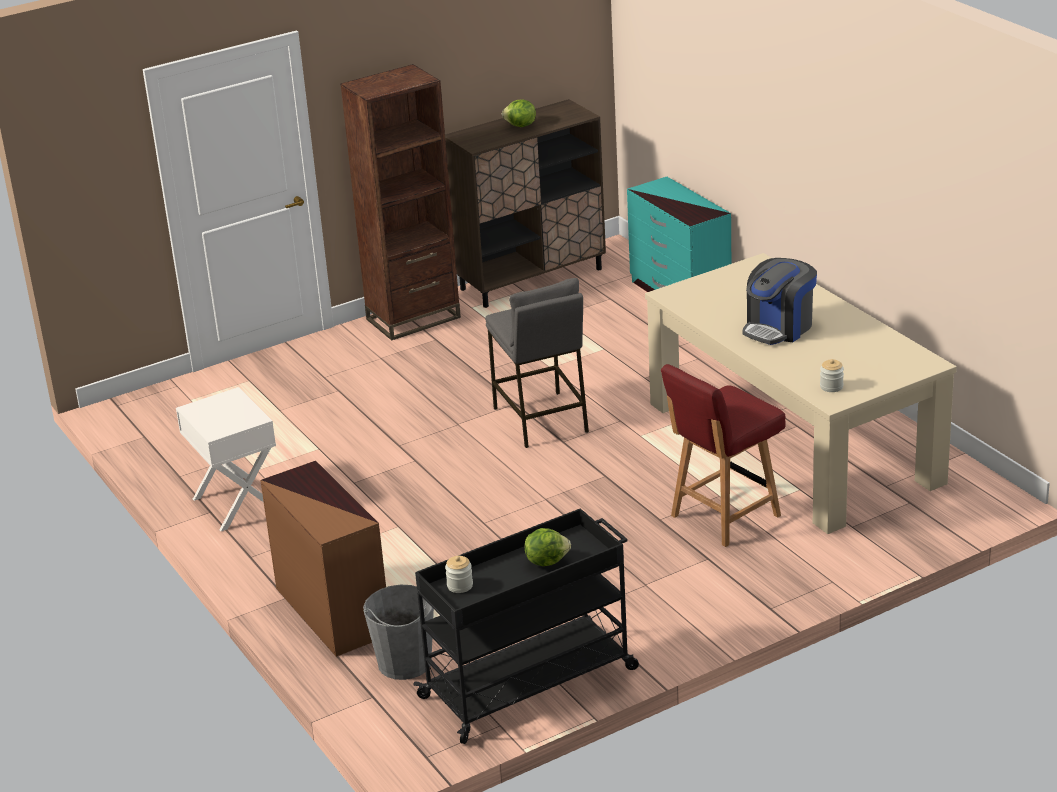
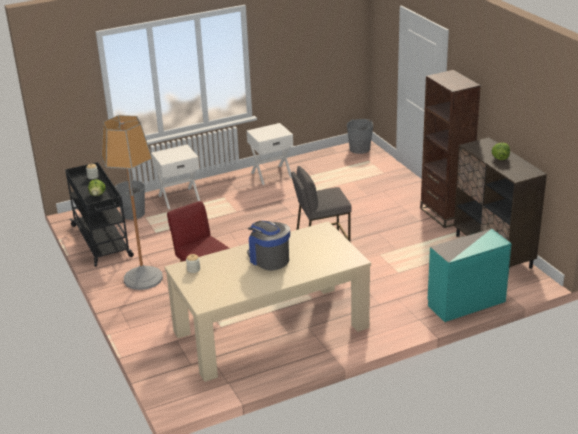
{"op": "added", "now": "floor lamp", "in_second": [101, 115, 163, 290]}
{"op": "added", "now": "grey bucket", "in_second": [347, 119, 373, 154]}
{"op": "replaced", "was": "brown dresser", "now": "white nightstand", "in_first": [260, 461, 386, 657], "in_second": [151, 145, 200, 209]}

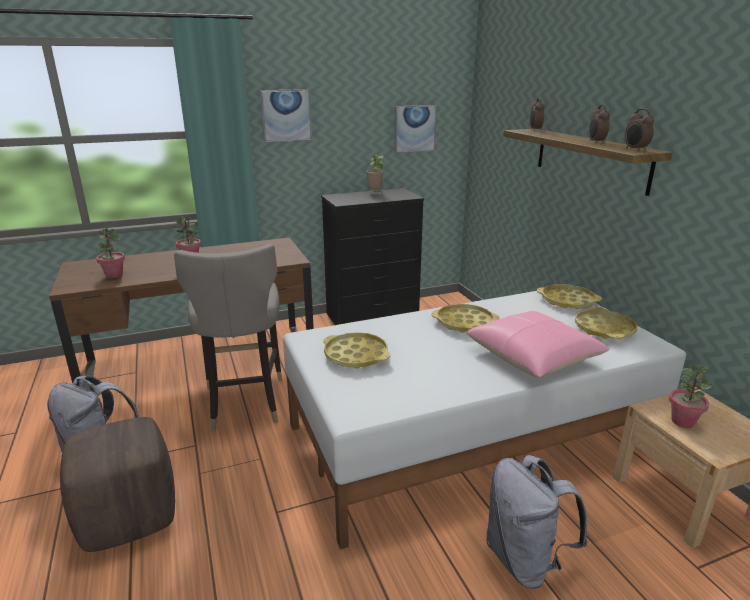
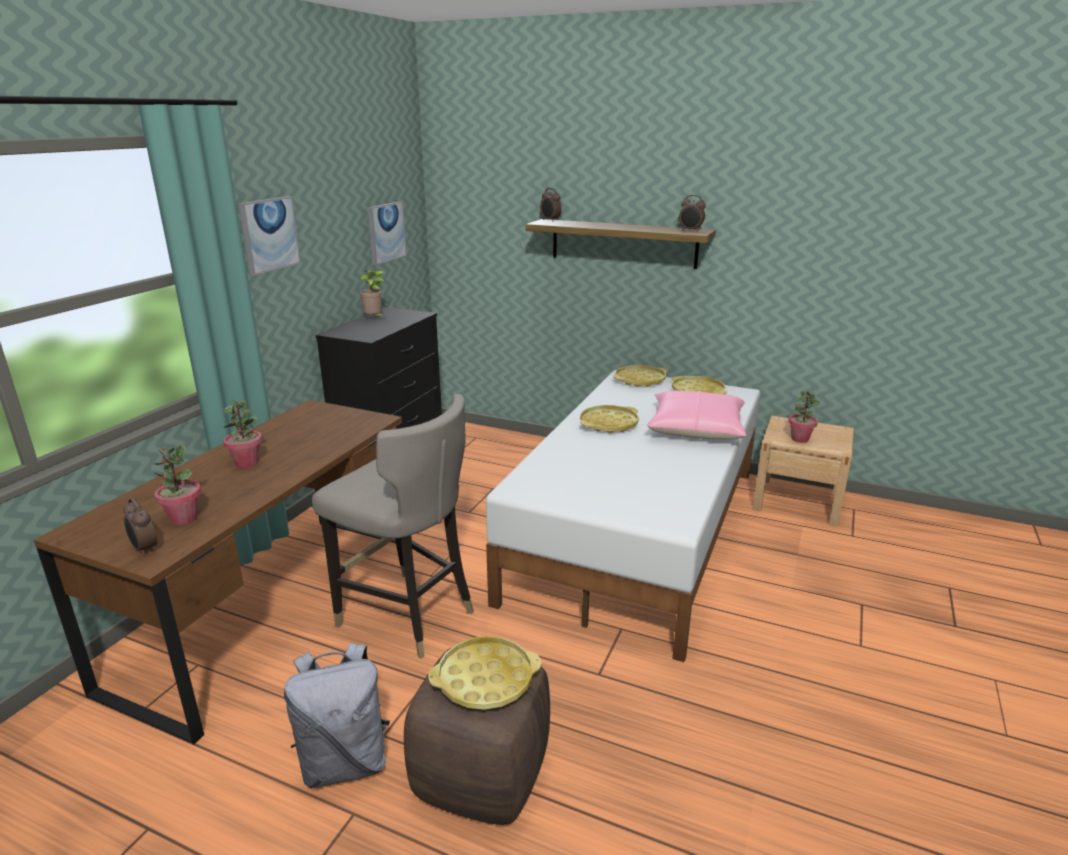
{"op": "removed", "was": "grey backpack", "in_first": [486, 455, 588, 589]}
{"op": "moved", "was": "yellow tray", "in_first": [323, 332, 390, 369], "in_second": [428, 636, 542, 710]}
{"op": "moved", "was": "alarm clock", "in_first": [589, 105, 610, 143], "in_second": [123, 498, 157, 556]}

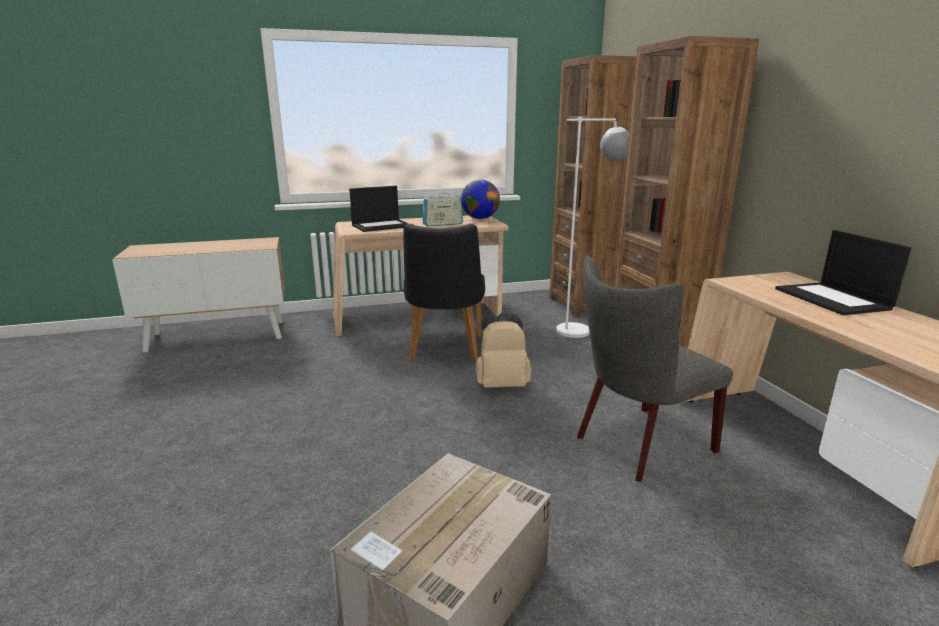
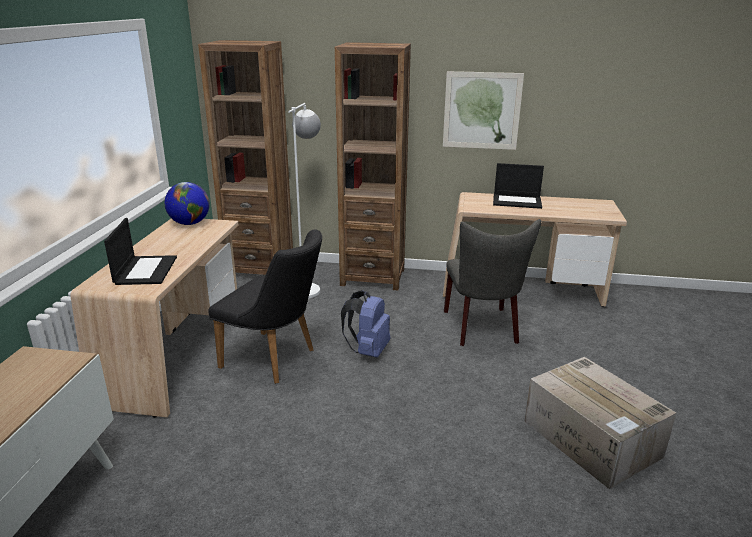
{"op": "removed", "was": "radio", "in_first": [422, 191, 463, 227]}
{"op": "added", "now": "picture", "in_second": [443, 71, 524, 150]}
{"op": "recoloured", "was": "beige backpack", "now": "blue backpack", "in_first": [476, 313, 531, 388], "in_second": [341, 290, 390, 358]}

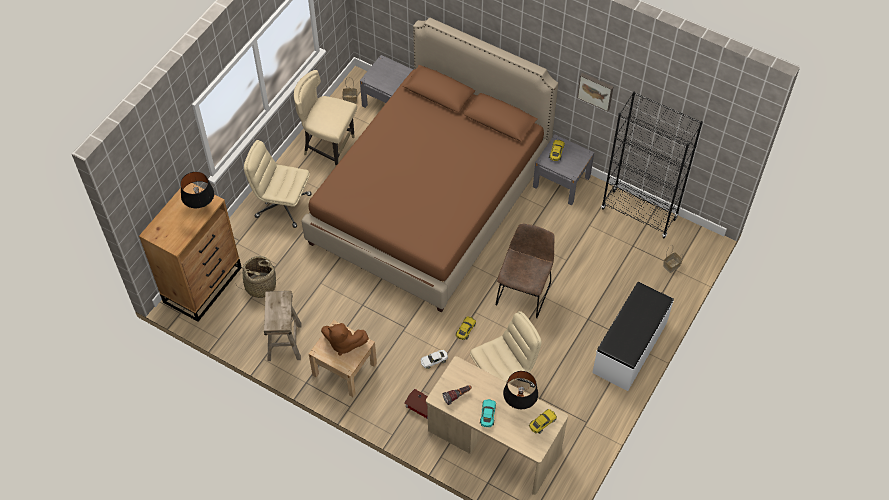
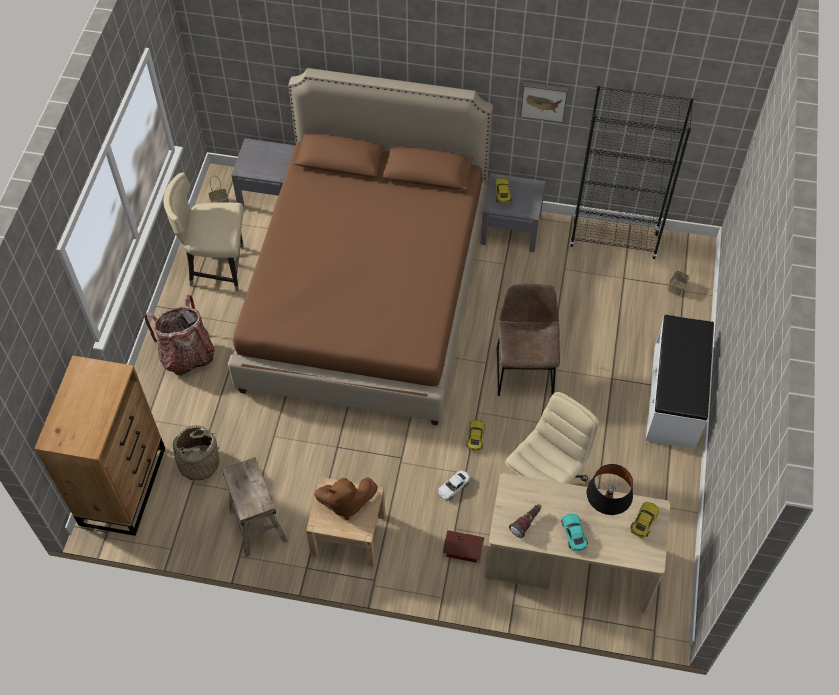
{"op": "removed", "was": "black table lamp", "in_first": [180, 172, 214, 208]}
{"op": "replaced", "was": "beige office chair", "now": "backpack", "in_first": [244, 140, 311, 228], "in_second": [144, 295, 215, 376]}

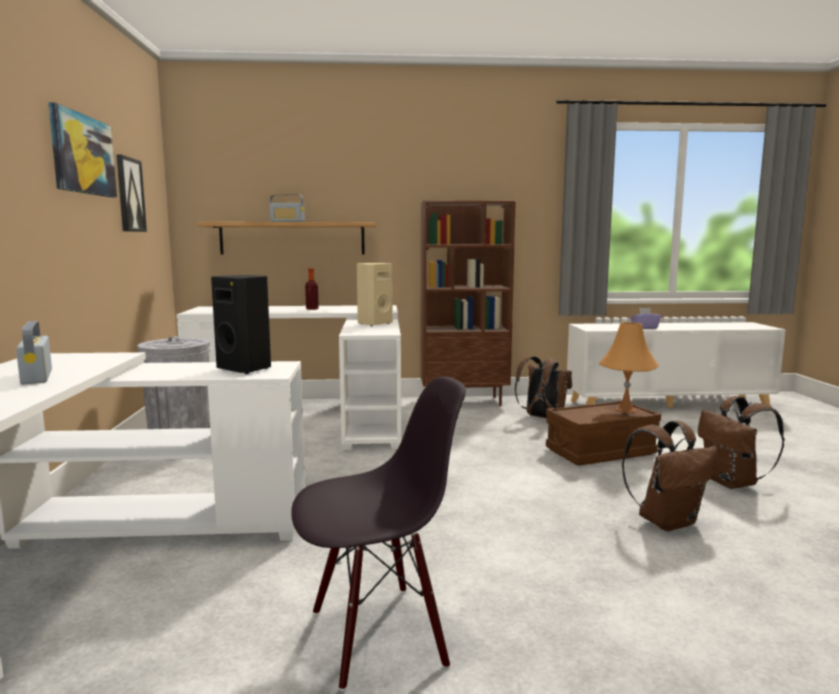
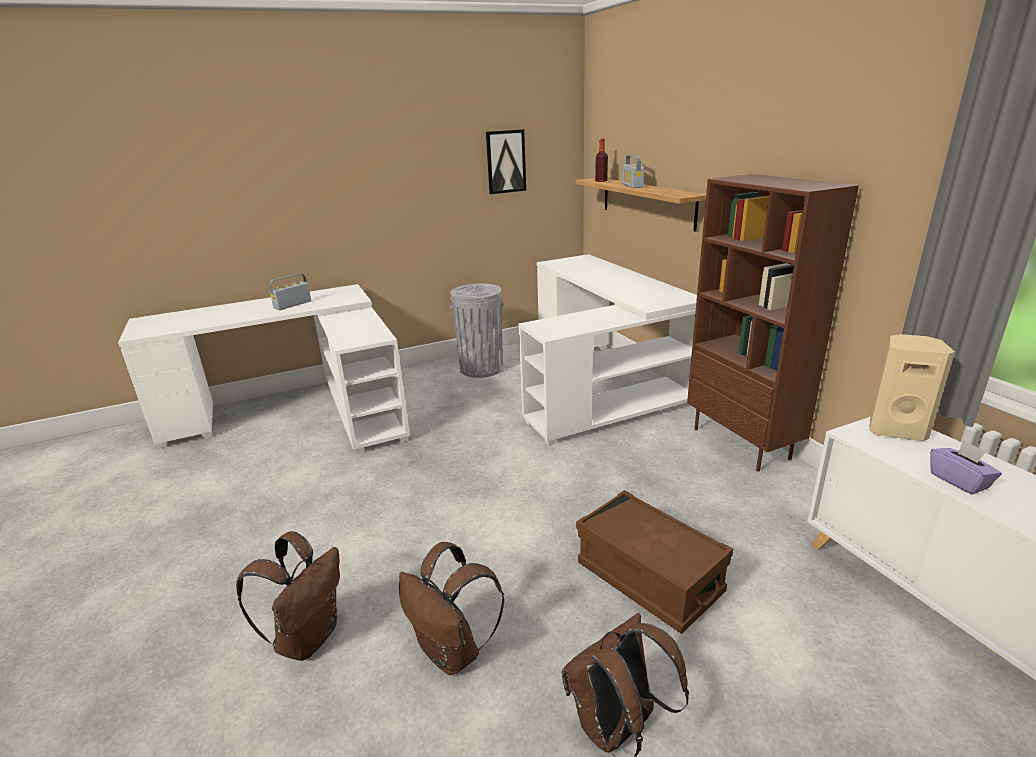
{"op": "removed", "was": "picture", "in_first": [48, 102, 117, 198]}
{"op": "removed", "was": "black speaker", "in_first": [211, 275, 271, 374]}
{"op": "removed", "was": "black chair", "in_first": [291, 376, 466, 691]}
{"op": "removed", "was": "orange table lamp", "in_first": [599, 322, 659, 413]}
{"op": "moved", "was": "bottle", "in_first": [305, 268, 319, 310], "in_second": [595, 139, 608, 182]}
{"op": "moved", "was": "beige speaker", "in_first": [357, 263, 393, 326], "in_second": [869, 334, 955, 441]}
{"op": "moved", "was": "brown backpack", "in_first": [515, 356, 572, 419], "in_second": [236, 531, 340, 661]}

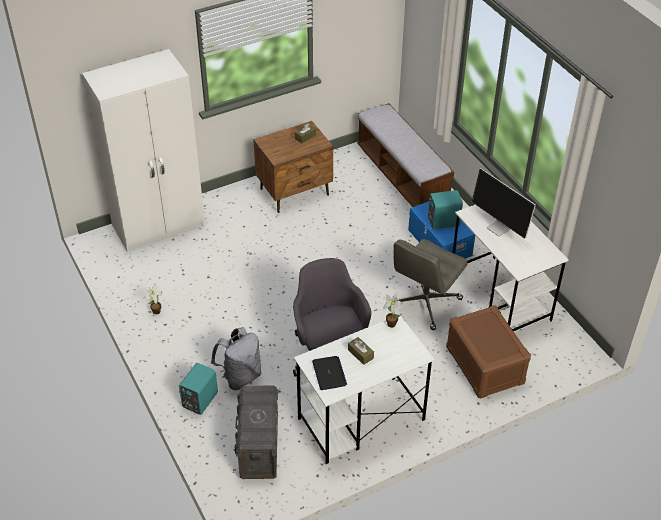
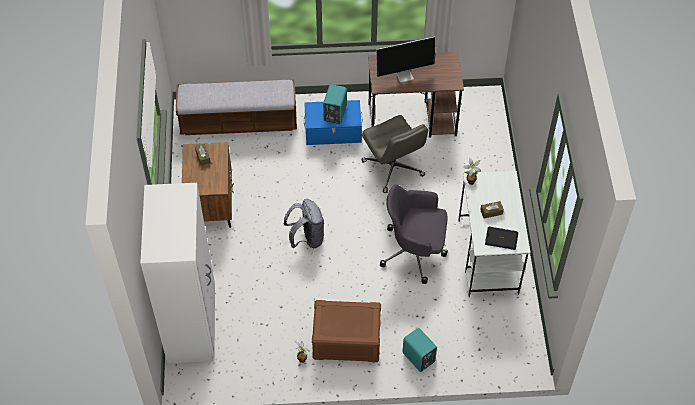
{"op": "removed", "was": "grey storage box", "in_first": [234, 386, 278, 479]}
{"op": "moved", "was": "grey backpack", "in_first": [211, 327, 262, 390], "in_second": [283, 199, 324, 248]}
{"op": "moved", "was": "brown storage box", "in_first": [446, 305, 531, 398], "in_second": [312, 300, 381, 362]}
{"op": "recoloured", "was": "white desk", "now": "brown desk", "in_first": [453, 205, 569, 332], "in_second": [368, 52, 464, 138]}

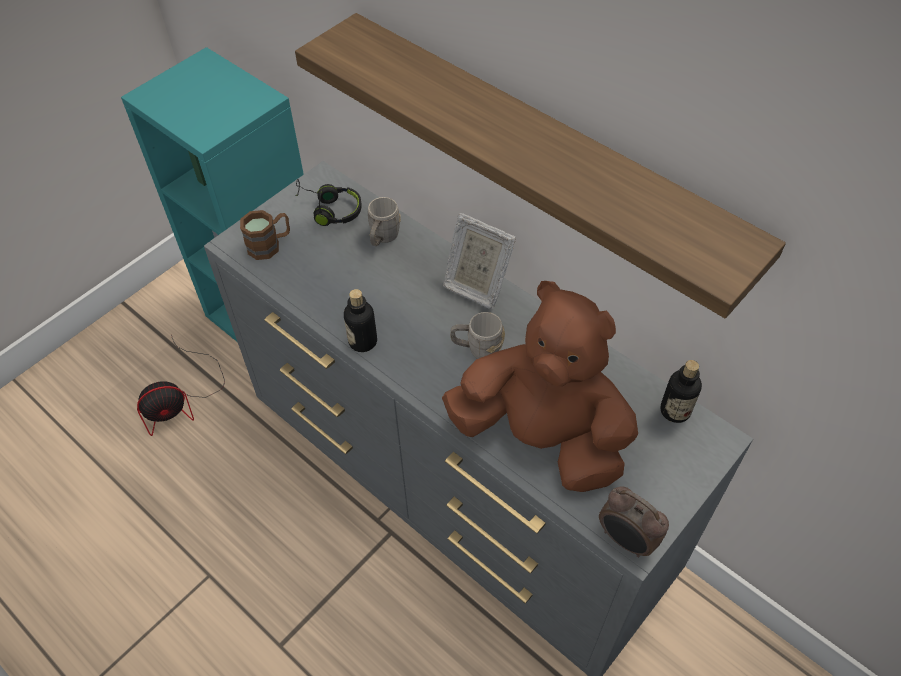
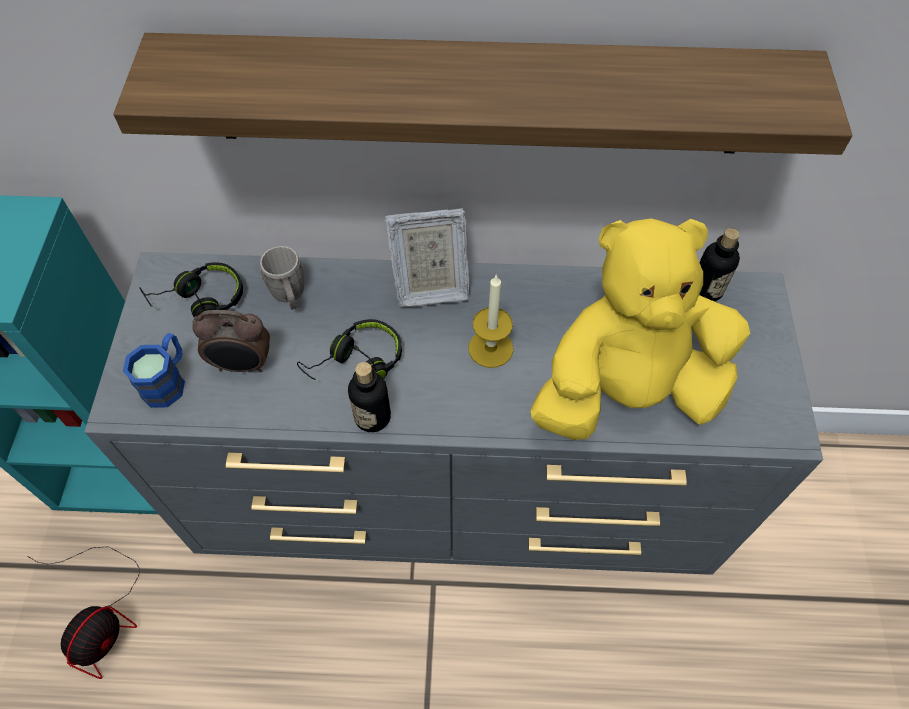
{"op": "added", "now": "black headphones", "in_second": [297, 319, 402, 380]}
{"op": "moved", "was": "alarm clock", "in_first": [599, 487, 669, 557], "in_second": [192, 310, 270, 372]}
{"op": "replaced", "was": "grey mug", "now": "candle", "in_first": [450, 312, 505, 359], "in_second": [468, 275, 513, 368]}
{"op": "recoloured", "was": "brown mug", "now": "blue mug", "in_first": [240, 210, 290, 260], "in_second": [123, 333, 185, 408]}
{"op": "recoloured", "was": "brown plush toy", "now": "yellow plush toy", "in_first": [442, 281, 638, 492], "in_second": [531, 218, 750, 440]}

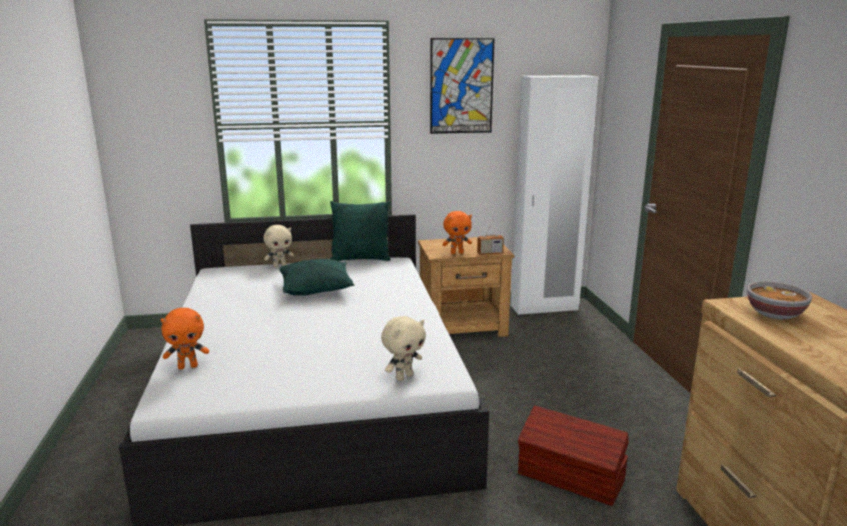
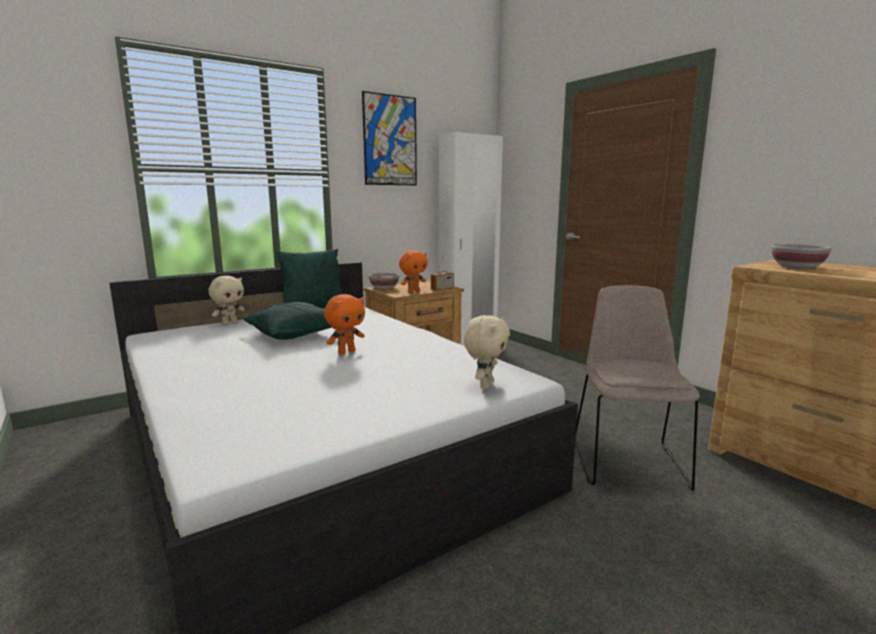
{"op": "added", "now": "bowl", "in_second": [369, 273, 399, 289]}
{"op": "moved", "was": "orange plush toy", "in_first": [161, 308, 209, 369], "in_second": [324, 294, 365, 355]}
{"op": "replaced", "was": "brown storage box", "now": "beige chair", "in_first": [518, 405, 629, 506], "in_second": [575, 285, 700, 491]}

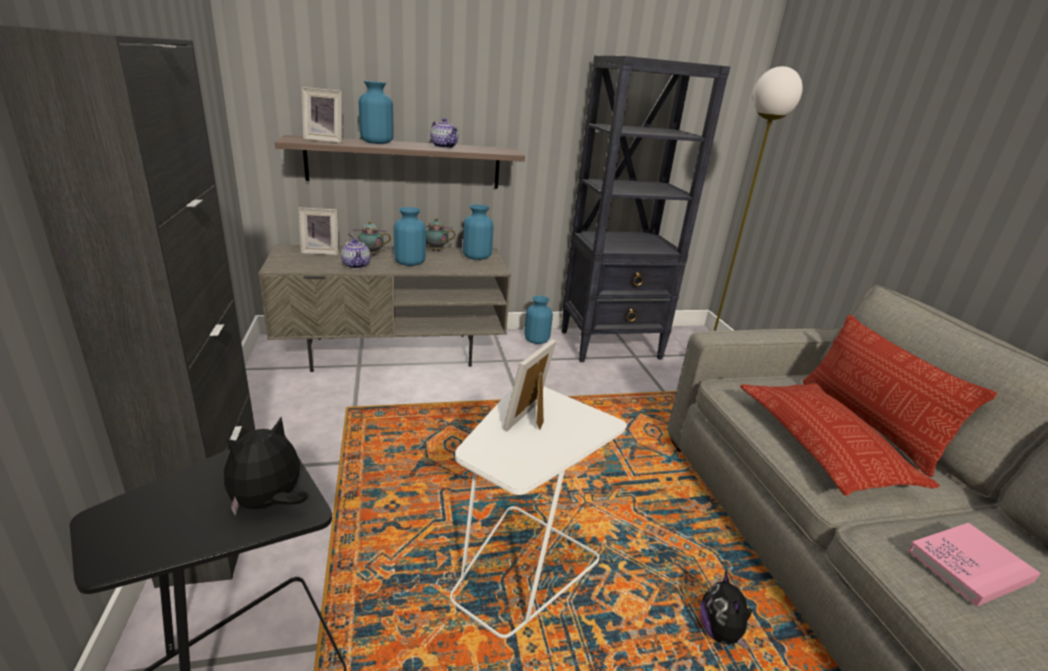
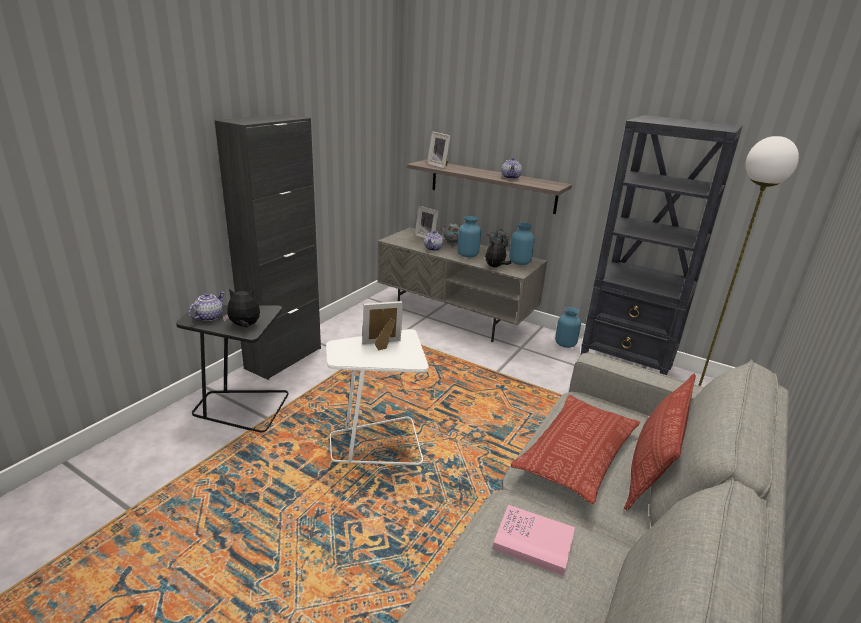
{"op": "removed", "was": "blue vase", "in_first": [359, 81, 393, 144]}
{"op": "added", "now": "teapot", "in_second": [189, 292, 225, 321]}
{"op": "moved", "was": "plush toy", "in_first": [700, 570, 752, 649], "in_second": [485, 238, 511, 267]}

